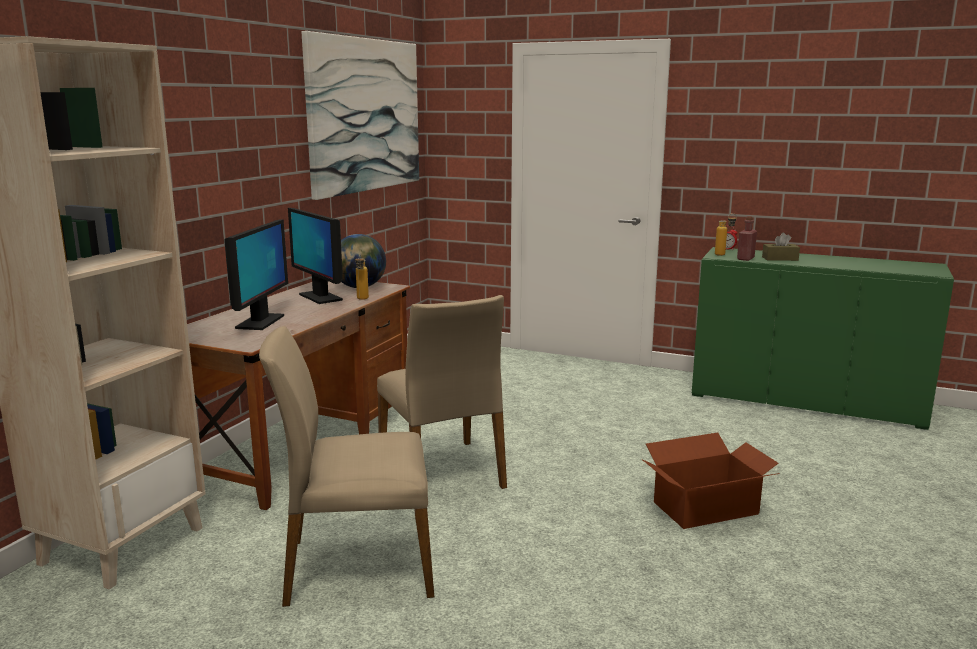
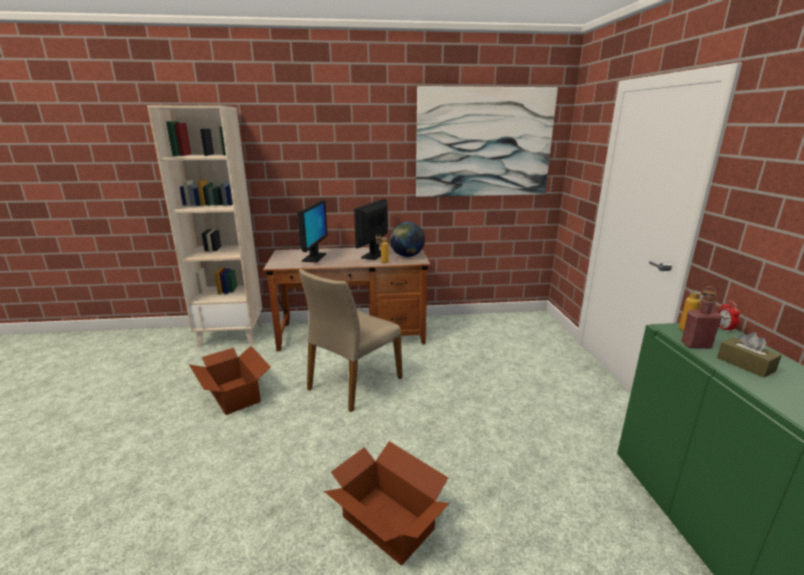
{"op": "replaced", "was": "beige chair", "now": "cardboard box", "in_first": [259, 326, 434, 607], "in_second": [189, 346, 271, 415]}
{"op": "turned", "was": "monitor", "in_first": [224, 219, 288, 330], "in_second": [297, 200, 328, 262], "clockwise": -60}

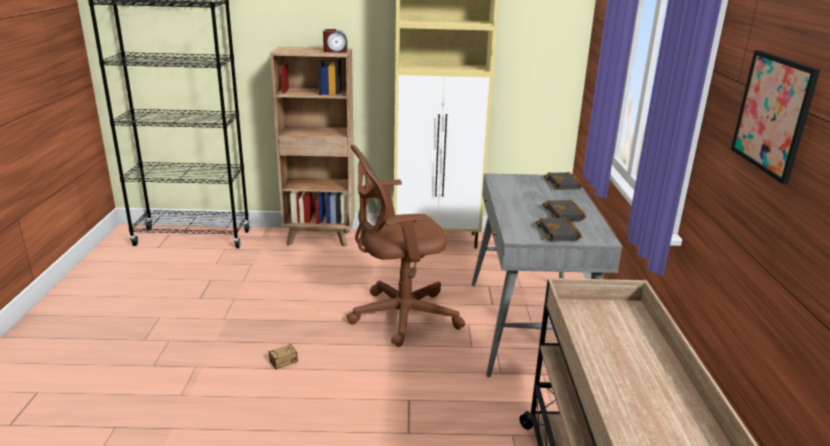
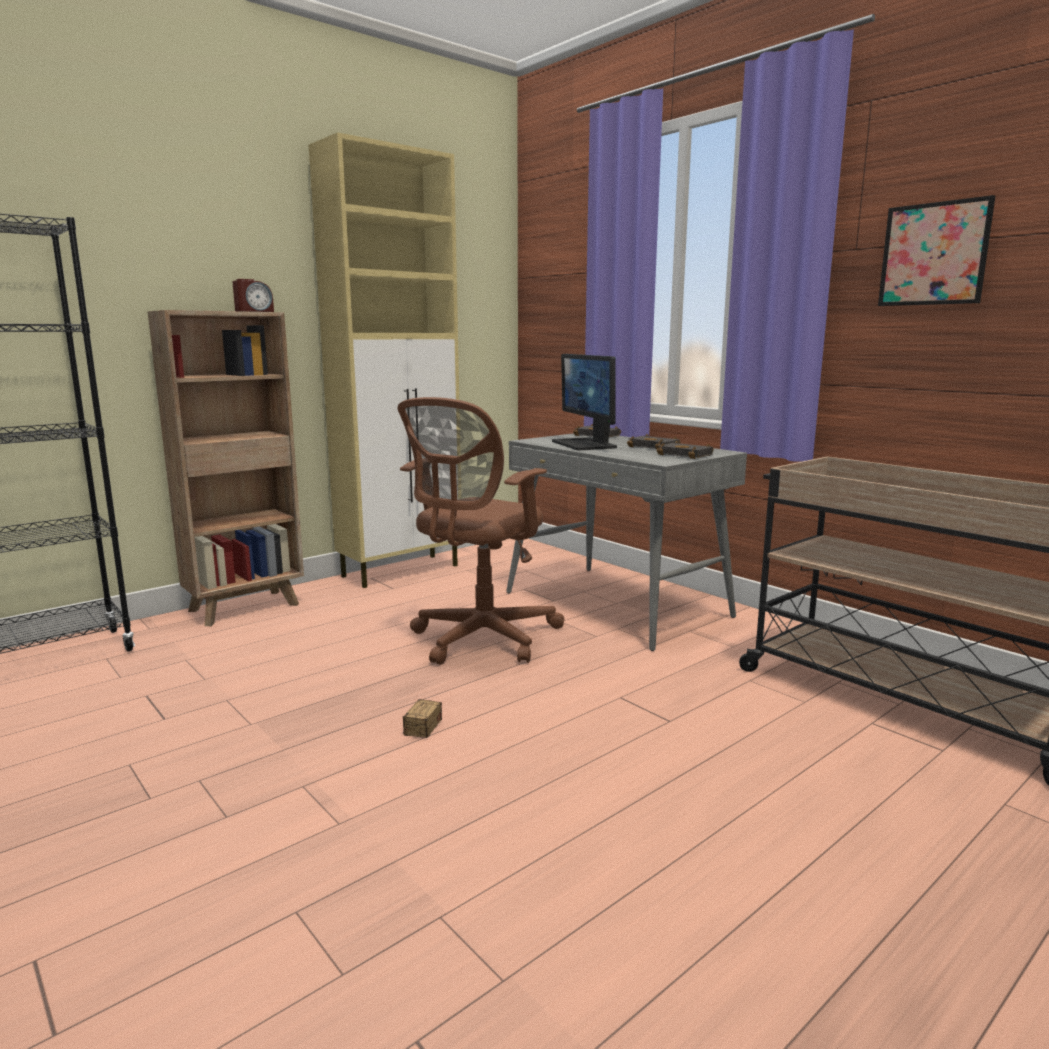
{"op": "added", "now": "monitor", "in_second": [552, 354, 617, 450]}

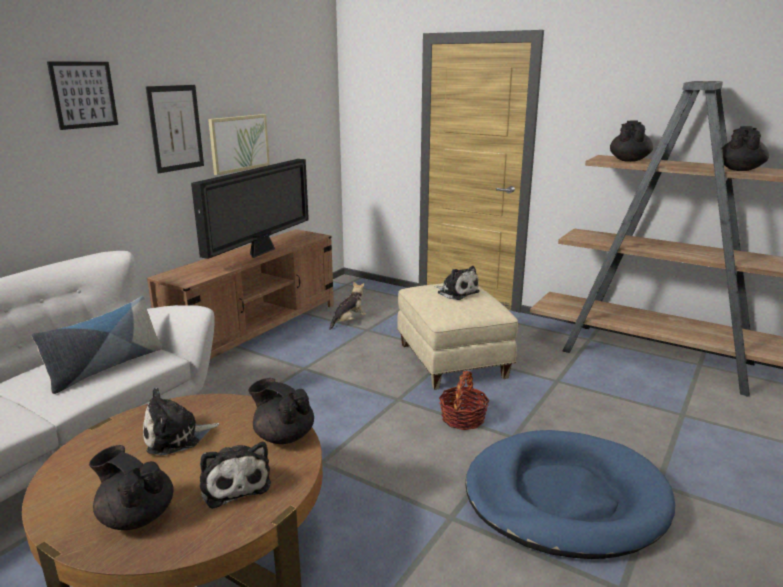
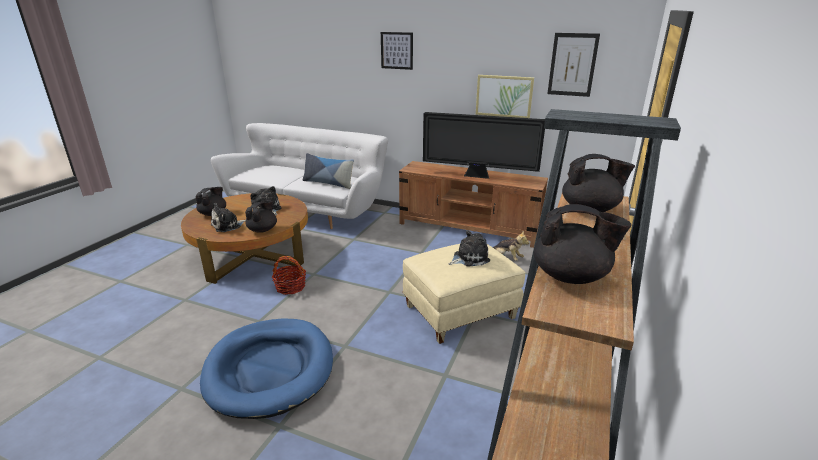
{"op": "moved", "was": "picture", "in_first": [146, 85, 204, 174], "in_second": [547, 33, 600, 97]}
{"op": "moved", "was": "basket", "in_first": [439, 371, 490, 430], "in_second": [271, 256, 306, 295]}
{"op": "turned", "was": "plush toy", "in_first": [434, 266, 480, 300], "in_second": [449, 230, 490, 267], "clockwise": -150}

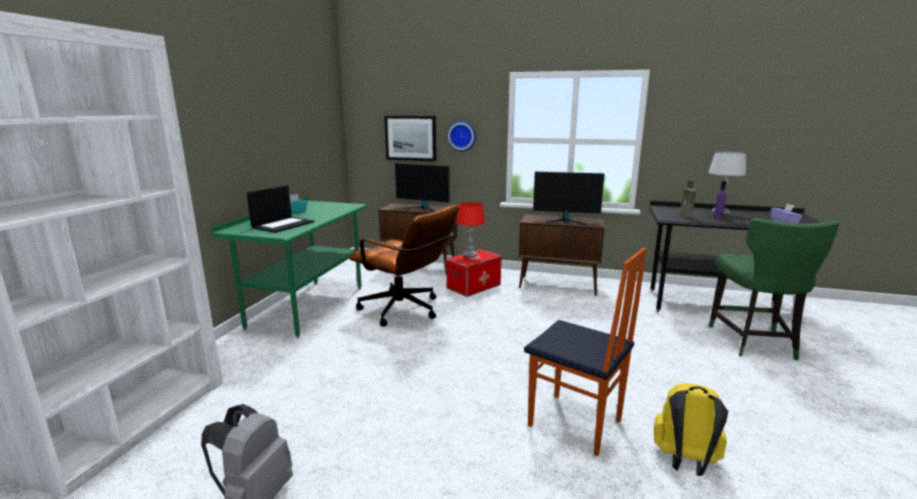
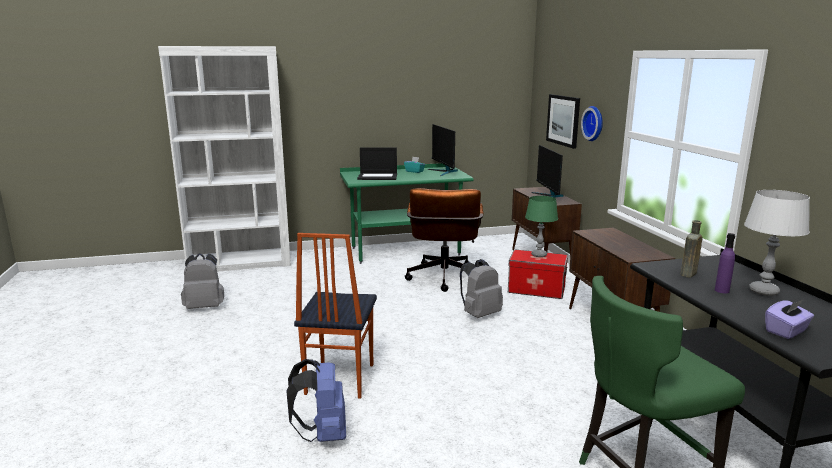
{"op": "added", "now": "grey backpack", "in_second": [460, 259, 503, 318]}
{"op": "moved", "was": "monitor", "in_first": [533, 172, 605, 225], "in_second": [428, 124, 458, 176]}
{"op": "recoloured", "was": "red table lamp", "now": "green table lamp", "in_first": [456, 202, 485, 258], "in_second": [525, 196, 558, 257]}
{"op": "recoloured", "was": "yellow backpack", "now": "blue backpack", "in_first": [654, 383, 728, 476], "in_second": [286, 359, 346, 442]}

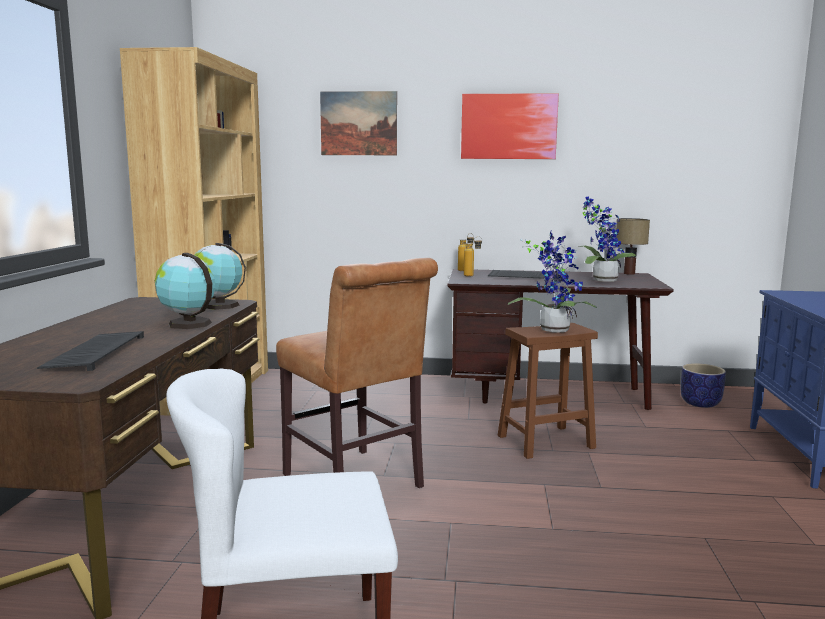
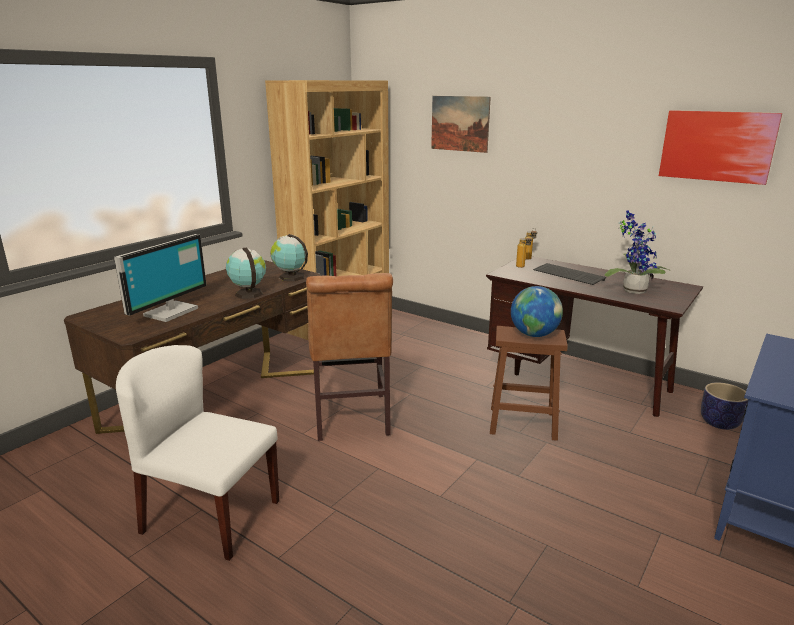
{"op": "removed", "was": "table lamp", "in_first": [616, 218, 650, 275]}
{"op": "moved", "was": "picture", "in_first": [461, 93, 559, 159], "in_second": [659, 110, 782, 185]}
{"op": "replaced", "was": "keyboard", "now": "monitor", "in_first": [37, 331, 144, 371], "in_second": [114, 234, 207, 322]}
{"op": "replaced", "was": "potted plant", "now": "globe", "in_first": [507, 231, 597, 332], "in_second": [511, 286, 563, 337]}

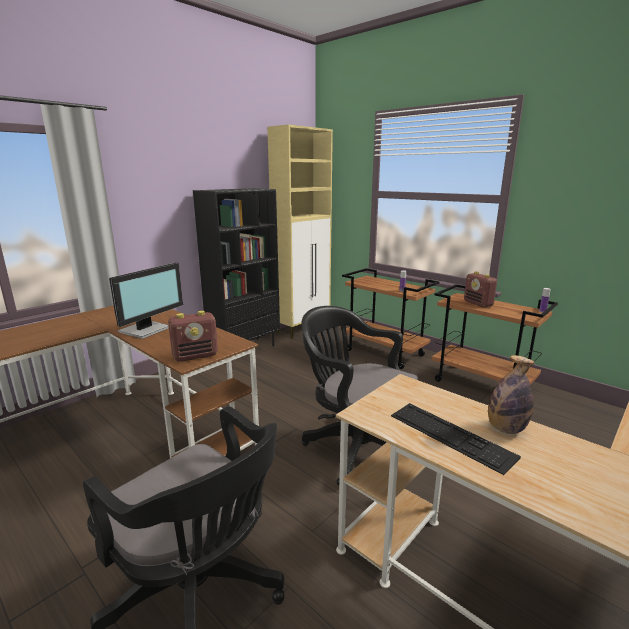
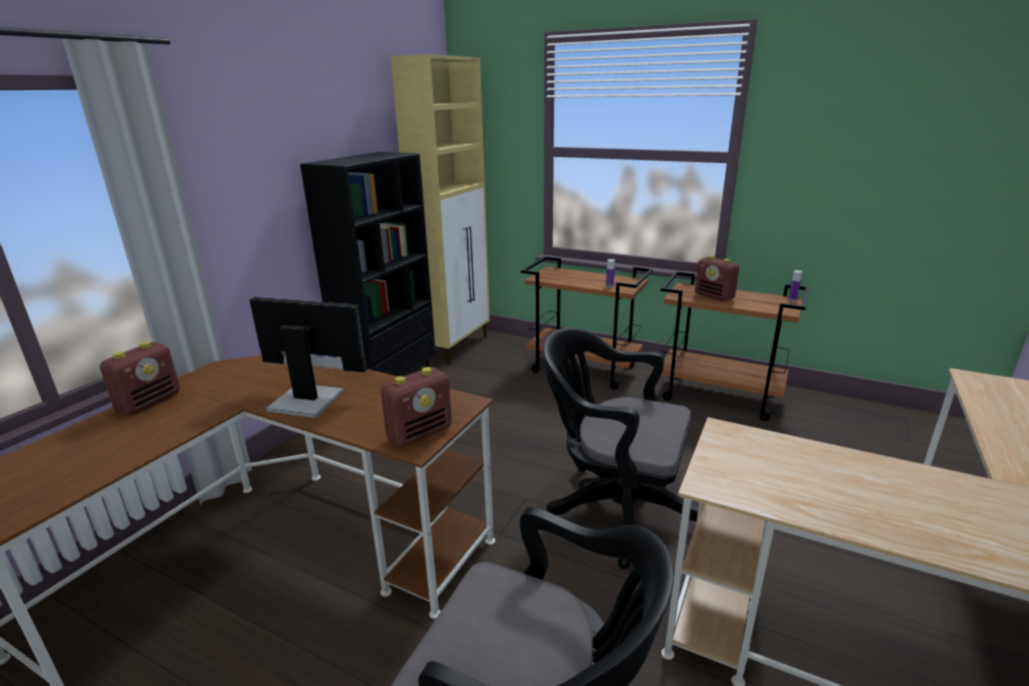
{"op": "removed", "was": "keyboard", "in_first": [391, 403, 521, 475]}
{"op": "removed", "was": "bottle", "in_first": [488, 355, 534, 434]}
{"op": "added", "now": "radio", "in_second": [100, 341, 180, 415]}
{"op": "turned", "was": "monitor", "in_first": [109, 263, 183, 339], "in_second": [249, 297, 368, 418], "clockwise": -90}

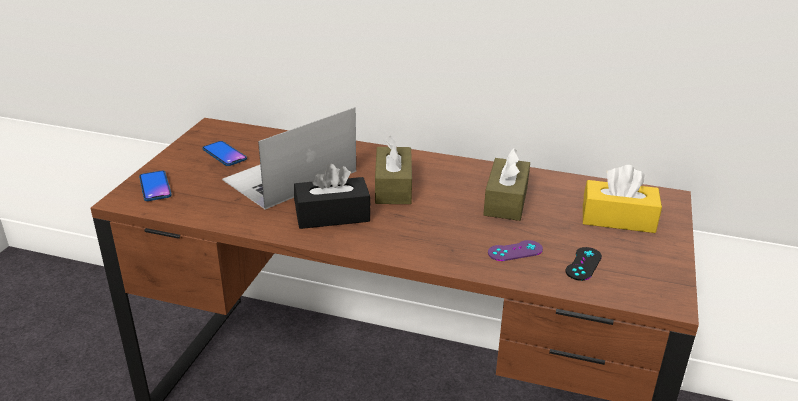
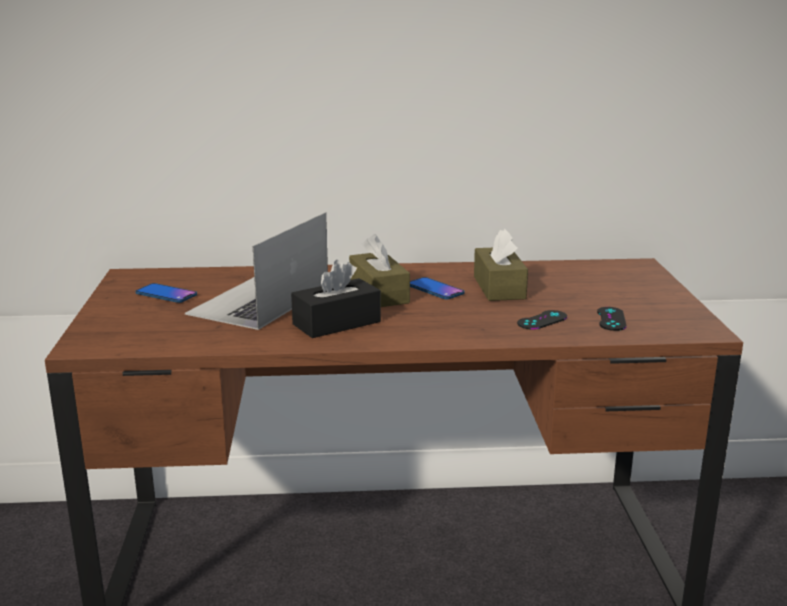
{"op": "removed", "was": "yellow tissue box", "in_first": [583, 165, 662, 233]}
{"op": "moved", "was": "phone", "in_first": [139, 171, 172, 201], "in_second": [410, 277, 465, 299]}
{"op": "recoloured", "was": "purple game controller", "now": "black game controller", "in_first": [488, 240, 543, 261], "in_second": [517, 310, 567, 330]}

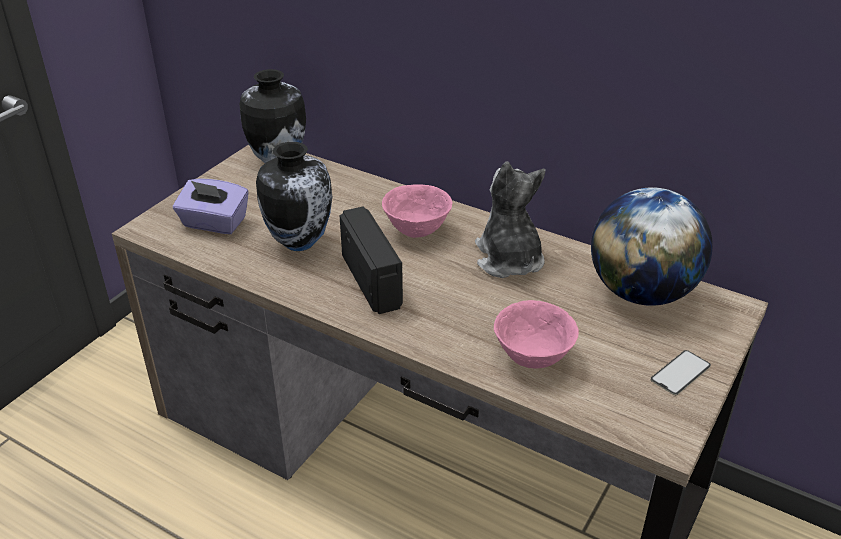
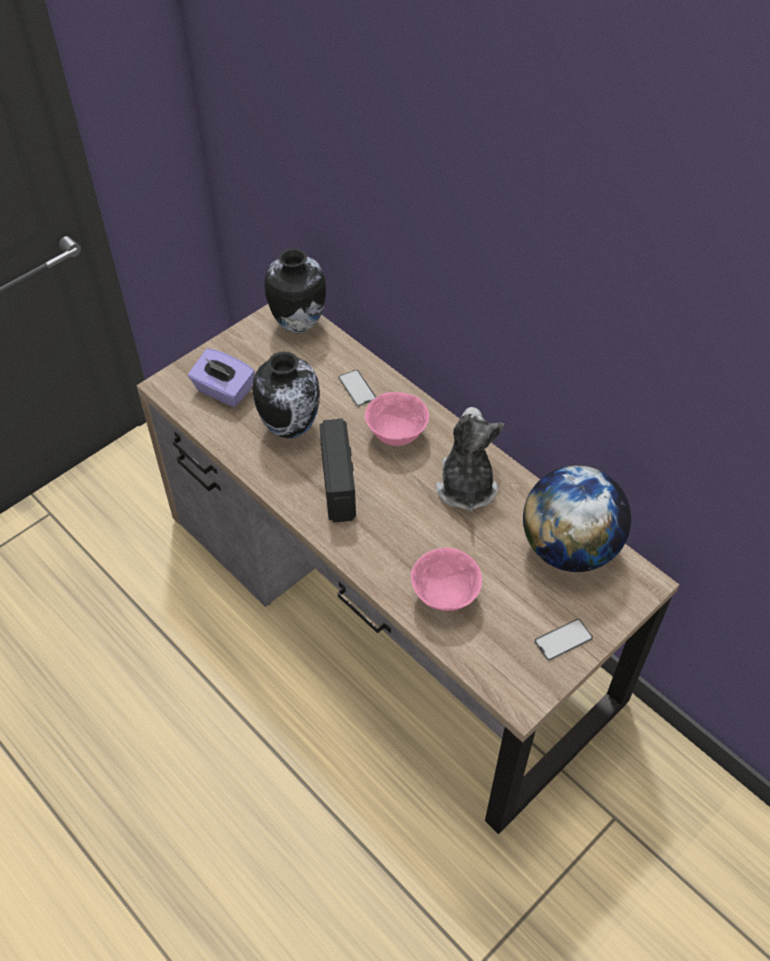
{"op": "added", "now": "phone", "in_second": [338, 370, 376, 407]}

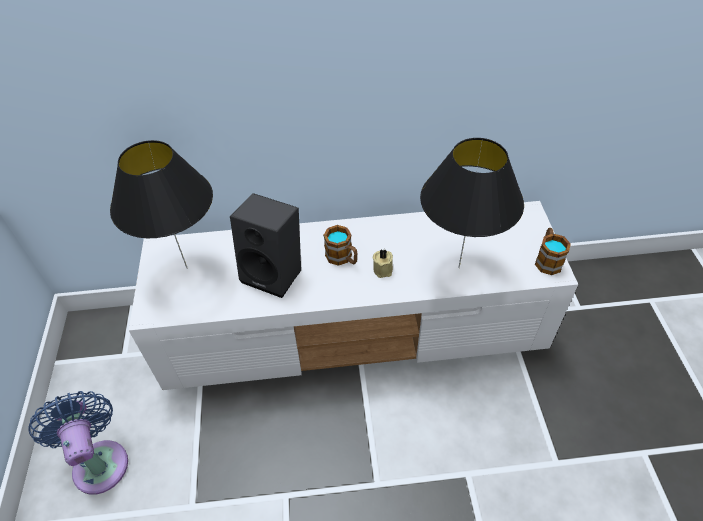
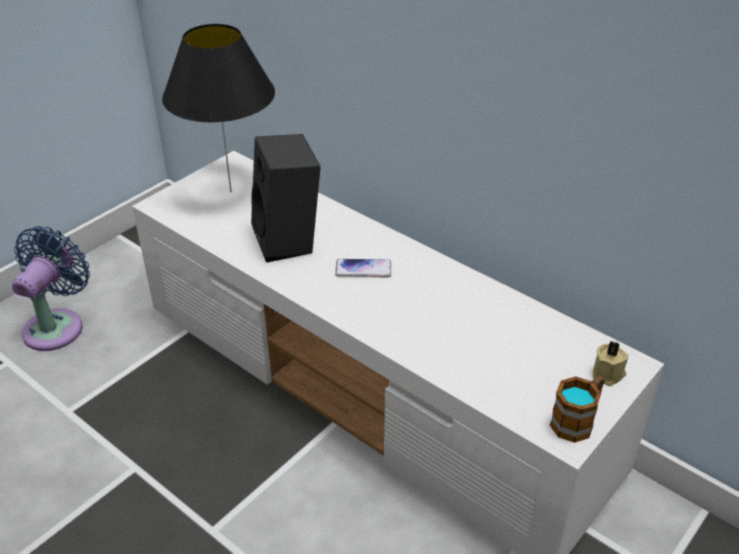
{"op": "removed", "was": "black table lamp", "in_first": [420, 138, 524, 268]}
{"op": "moved", "was": "beige candle", "in_first": [373, 249, 393, 278], "in_second": [593, 341, 628, 386]}
{"op": "replaced", "was": "mug", "now": "phone", "in_first": [323, 225, 357, 266], "in_second": [335, 259, 391, 278]}

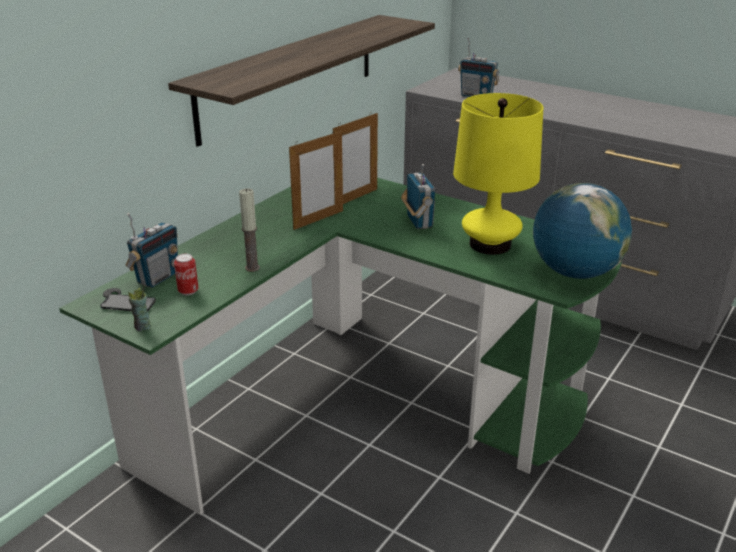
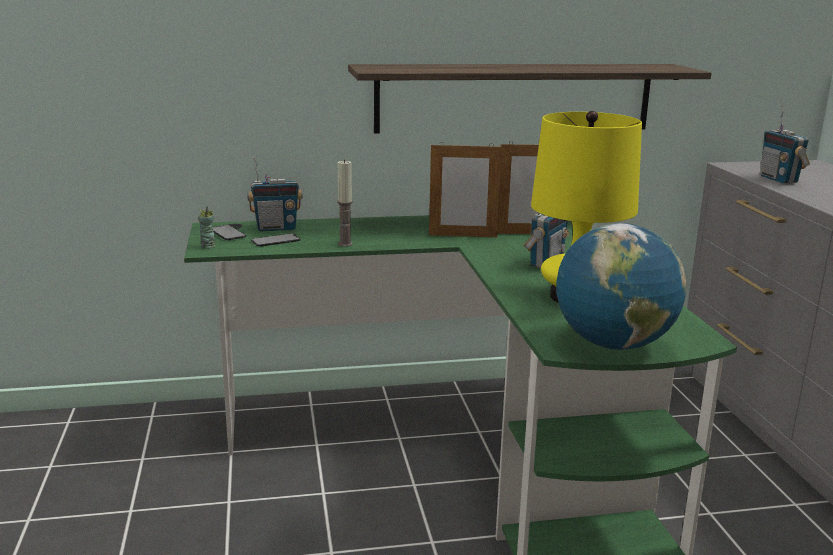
{"op": "replaced", "was": "can", "now": "phone", "in_first": [174, 254, 198, 295], "in_second": [251, 233, 301, 247]}

